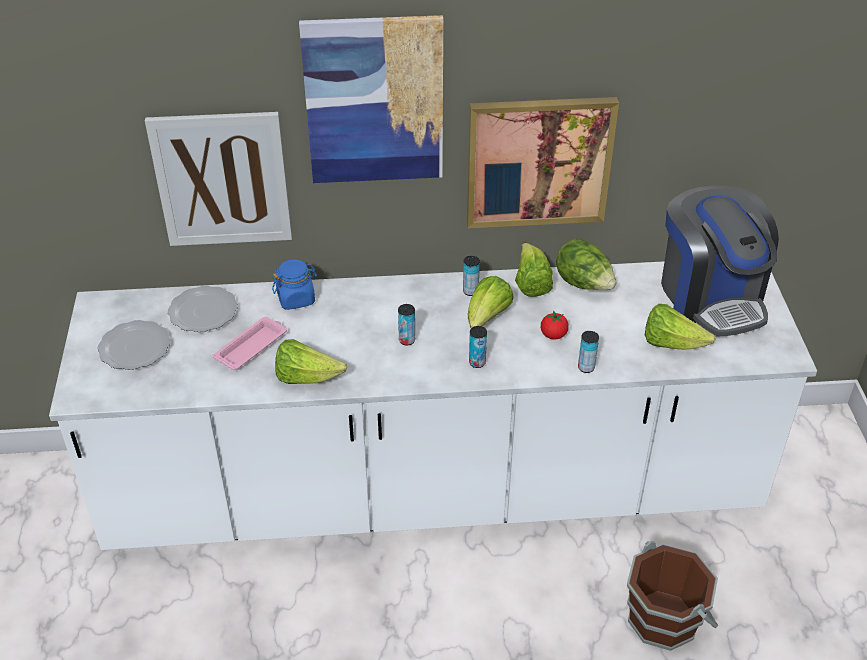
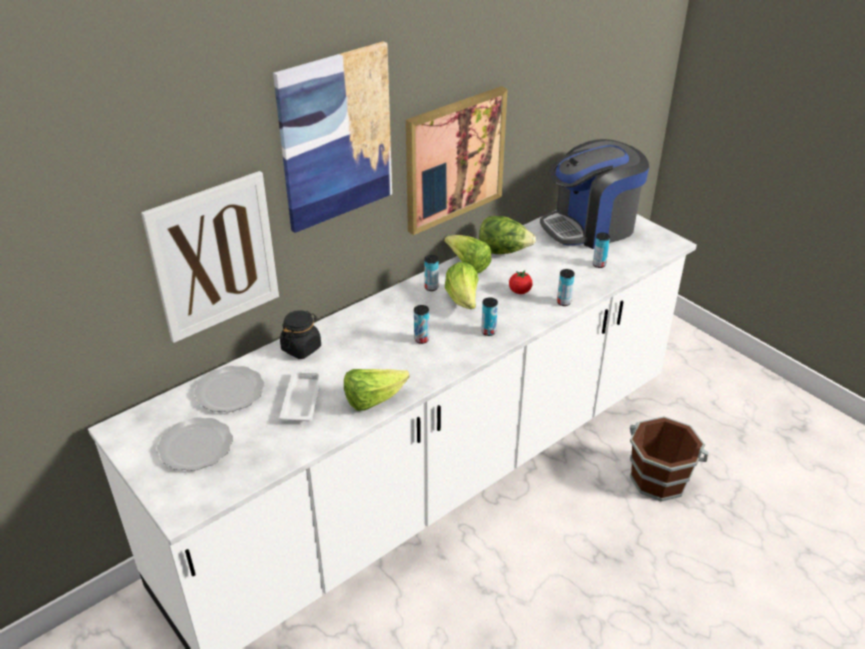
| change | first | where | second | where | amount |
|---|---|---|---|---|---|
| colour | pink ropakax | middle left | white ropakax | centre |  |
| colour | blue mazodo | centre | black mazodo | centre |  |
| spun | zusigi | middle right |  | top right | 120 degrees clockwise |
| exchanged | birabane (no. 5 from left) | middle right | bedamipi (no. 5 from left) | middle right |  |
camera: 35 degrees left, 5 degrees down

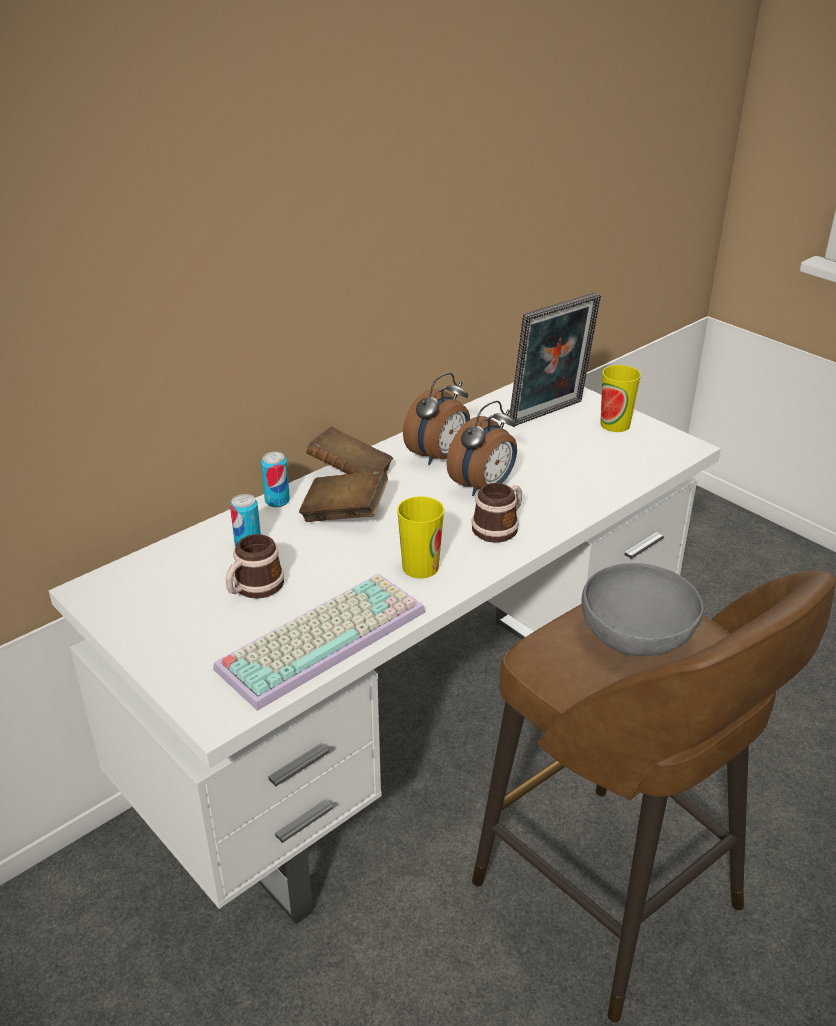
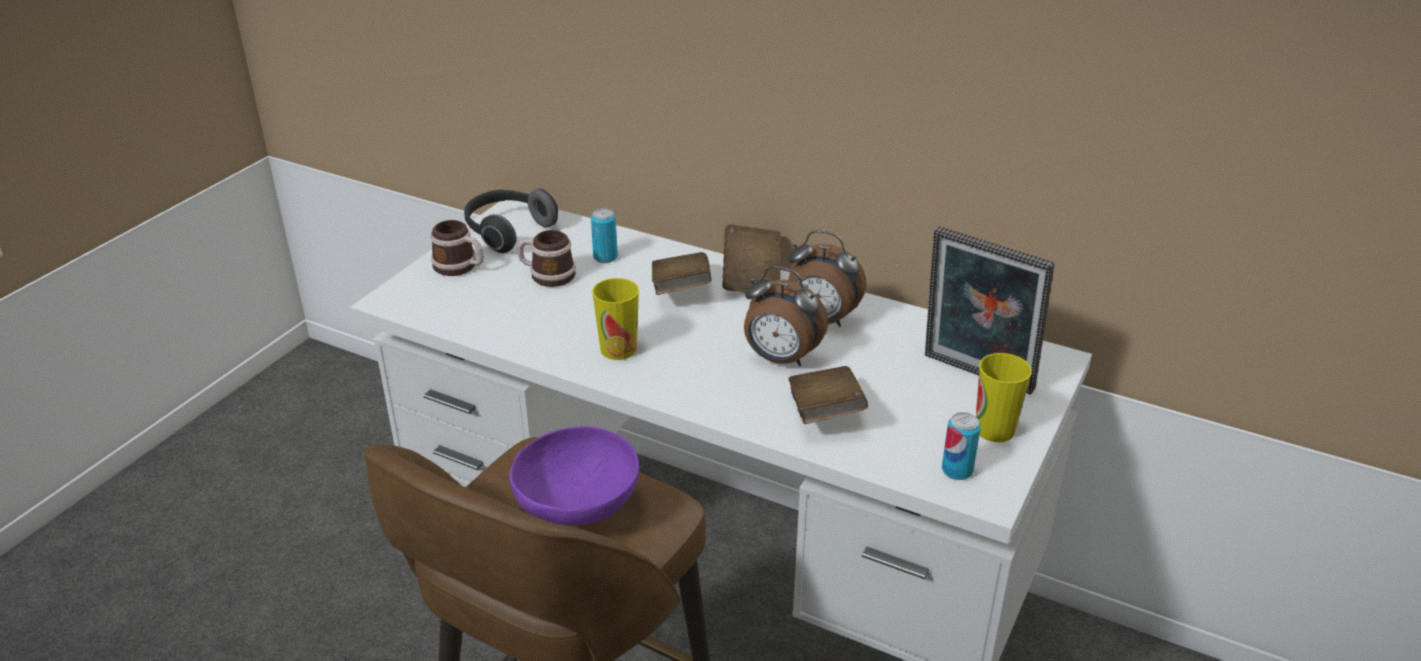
| change | first | where | second | where | amount |
|---|---|---|---|---|---|
| relocated | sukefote (no. 2 from left in the first image) | centre | sukefote (no. 1 from left) | middle left |  |
| appeared |  |  | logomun | centre |  |
| colour | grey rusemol | middle right | purple rusemol | bottom centre |  |
| appeared |  |  | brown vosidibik (no. 3 from left) | centre |  |
| relocated | bedamipi (no. 2 from left) | middle left |  | bottom right |  |
| missing | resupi | centre |  |  |  |
camera: 70 degrees right, 0 degrees up

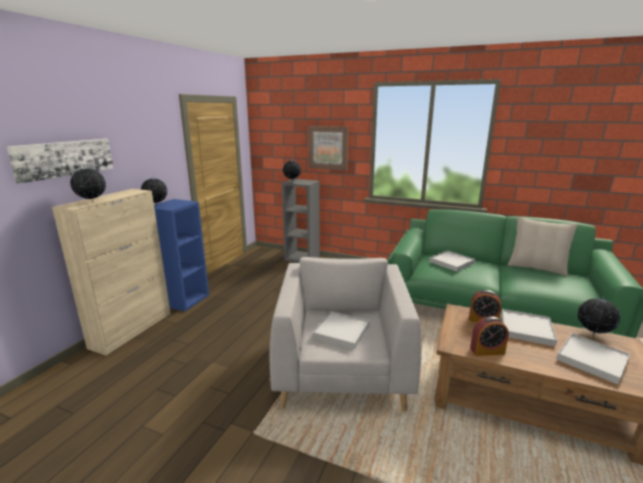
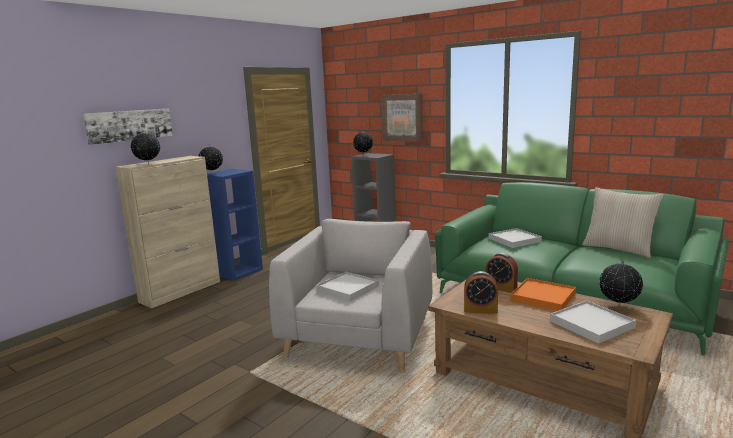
| change | first | where | second | where | amount |
|---|---|---|---|---|---|
| colour | white ropakax (no. 3 from left) | bottom right | orange ropakax | bottom right |  |
camera: 15 degrees right, 5 degrees down

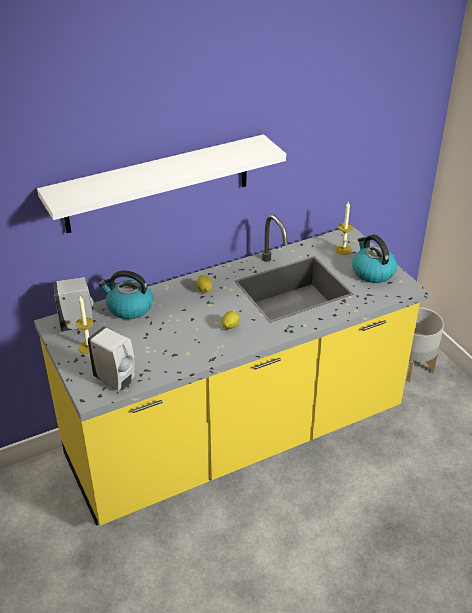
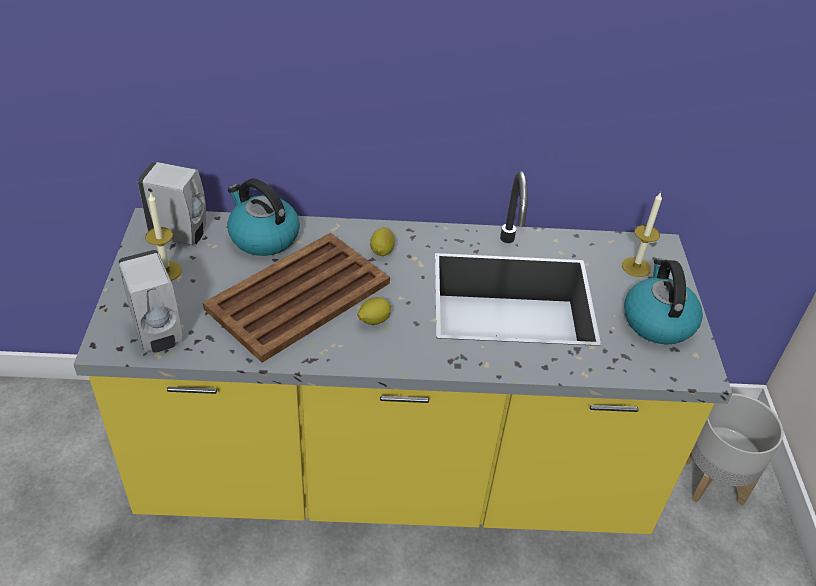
| change | first | where | second | where | amount |
|---|---|---|---|---|---|
| appeared |  |  | brown ropakax | centre |  |
| missing | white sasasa | top centre |  |  |  |
camera: 25 degrees right, 5 degrees up

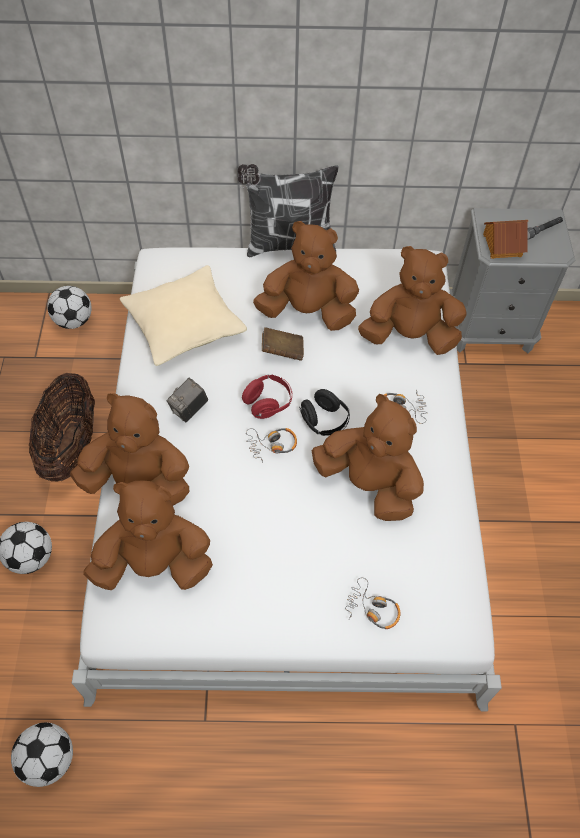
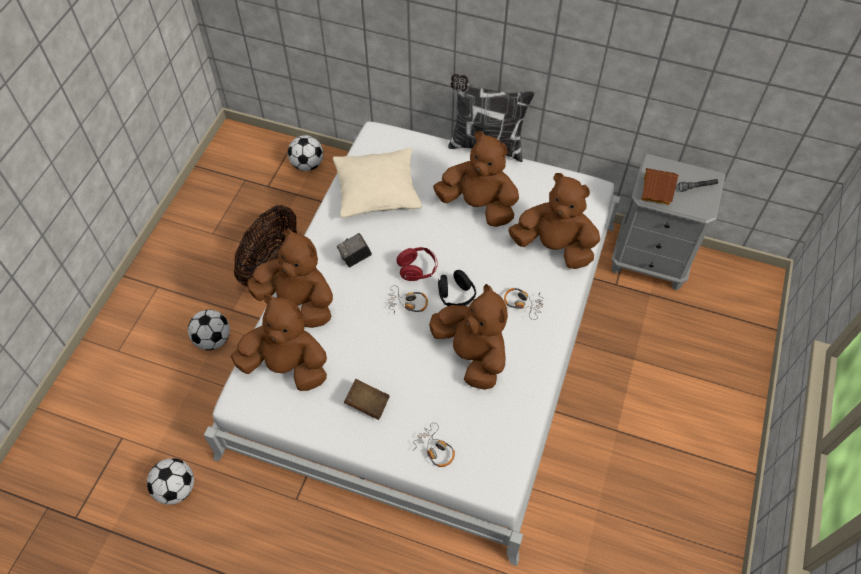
| change | first | where | second | where | amount |
|---|---|---|---|---|---|
| relocated | brown vosidibik | centre |  | bottom centre |  |
camera: 20 degrees right, 0 degrees up

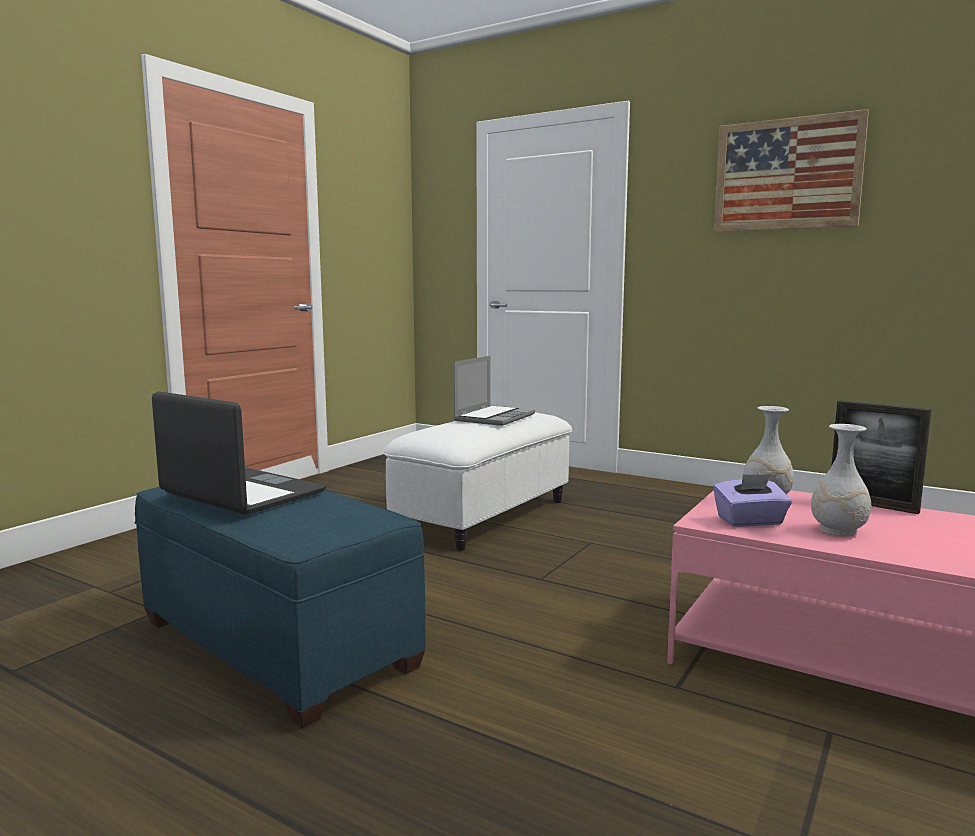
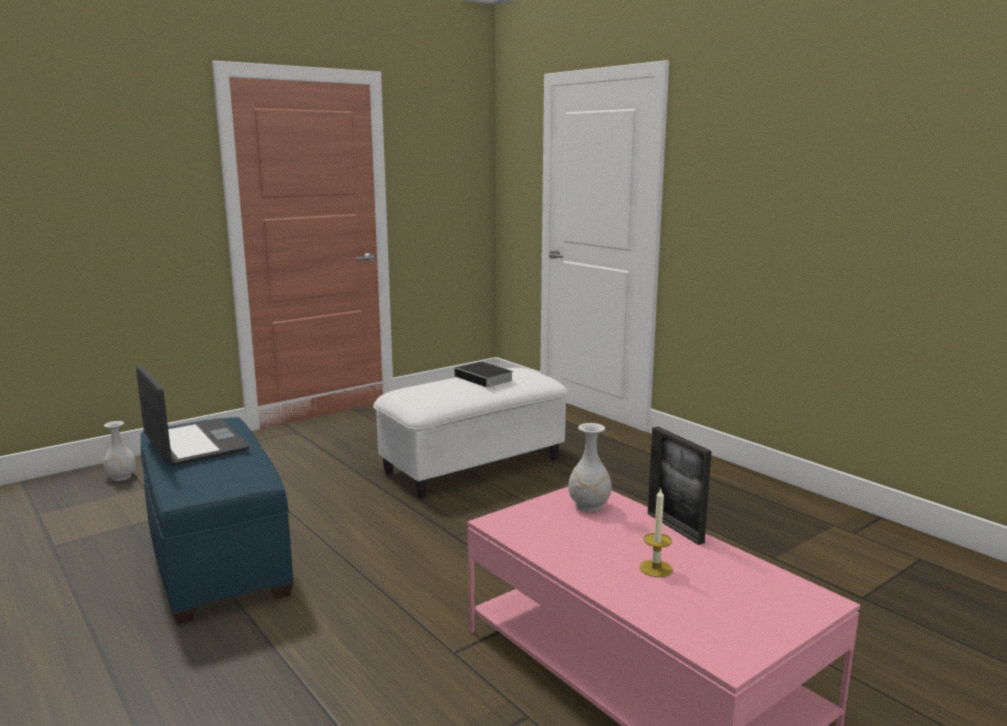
| change | first | where | second | where | amount |
|---|---|---|---|---|---|
| relocated | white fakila (no. 2 from left in the first image) | middle right | white fakila (no. 1 from left) | middle left |  |
| exchanged | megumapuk (no. 2 from left) | centre | vosidibik | centre |  |
| appeared |  |  | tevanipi | bottom centre |  |
| missing | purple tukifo | middle right |  |  |  |
| missing | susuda | top right |  |  |  |
camera: 20 degrees right, 5 degrees up

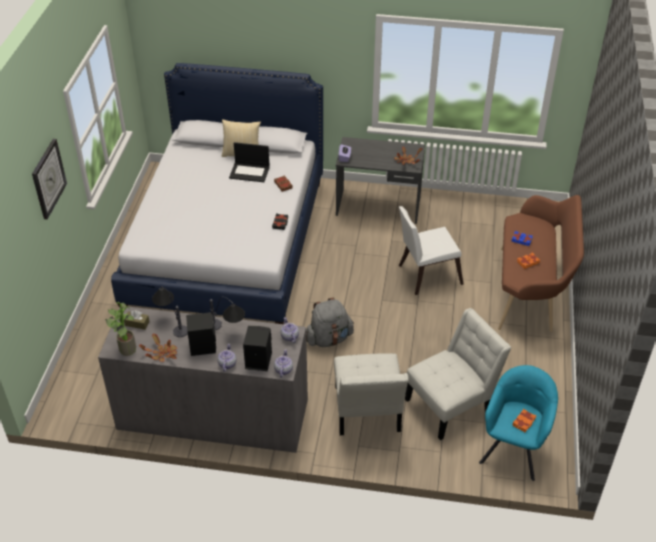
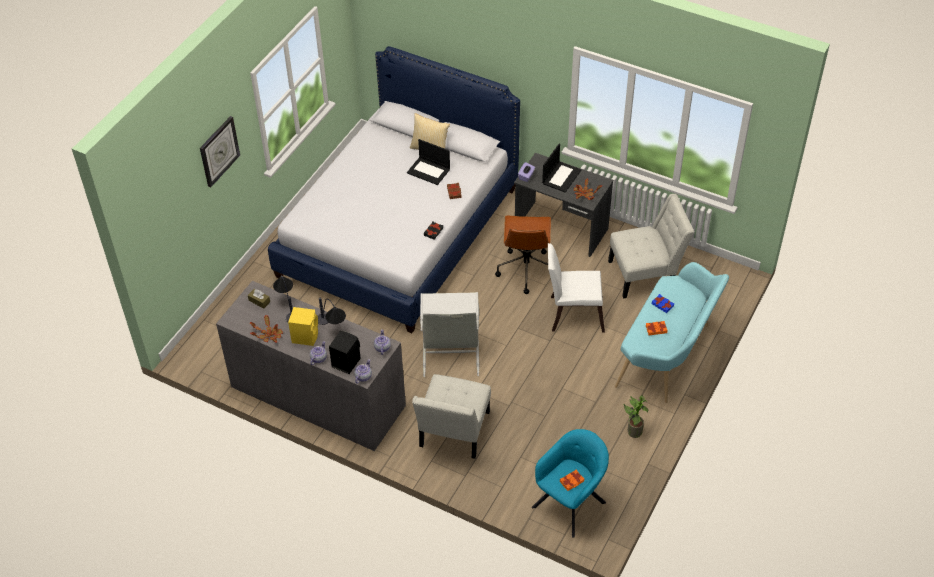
| change | first | where | second | where | amount |
|---|---|---|---|---|---|
| colour | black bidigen (no. 1 from left) | middle left | yellow bidigen | middle left |  |
| exchanged | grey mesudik | centre | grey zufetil | centre |  |
| appeared |  |  | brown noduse | centre |  |
| appeared |  |  | megumapuk (no. 2 from left) | top centre |  |
| relocated | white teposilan (no. 3 from left) | bottom right |  | middle right |  |
| colour | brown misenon | middle right | turquoise misenon | middle right |  |
| relocated | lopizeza (no. 1 from left in the first image) | middle left | lopizeza (no. 3 from left) | bottom right |  |
camera: 20 degrees right, 5 degrees up

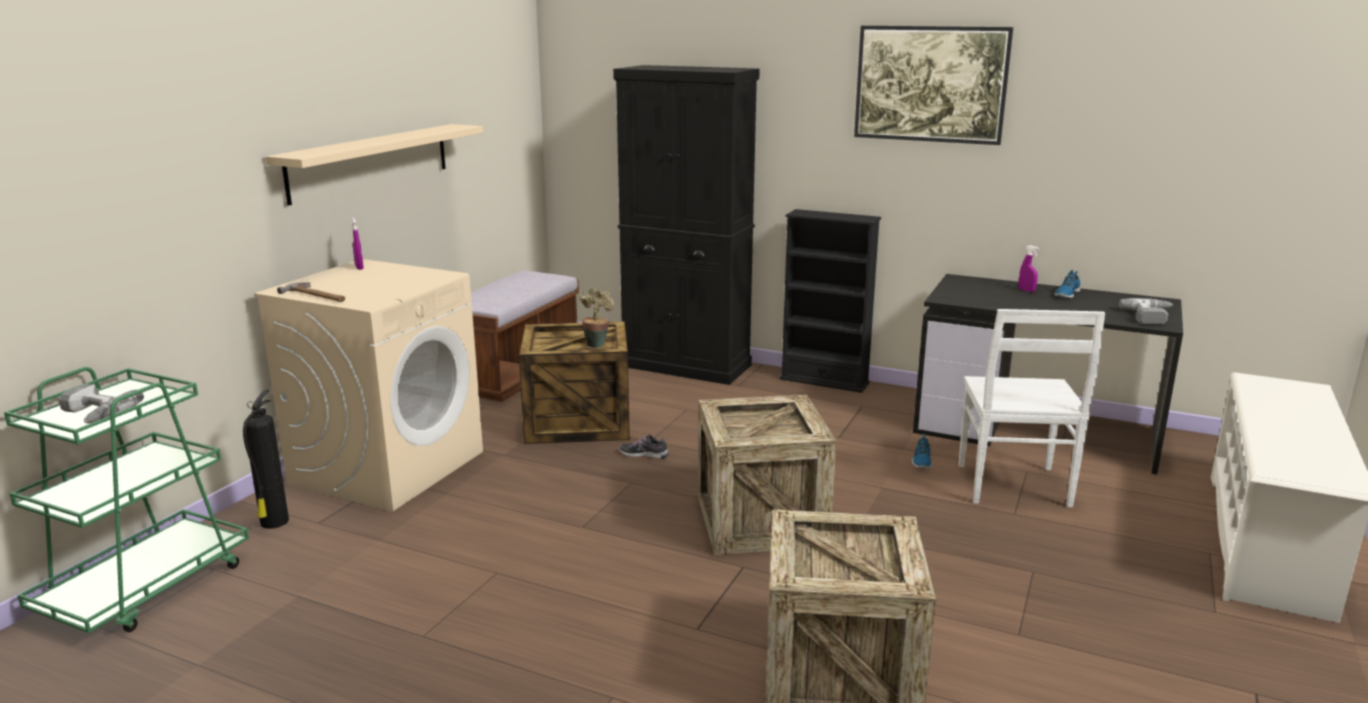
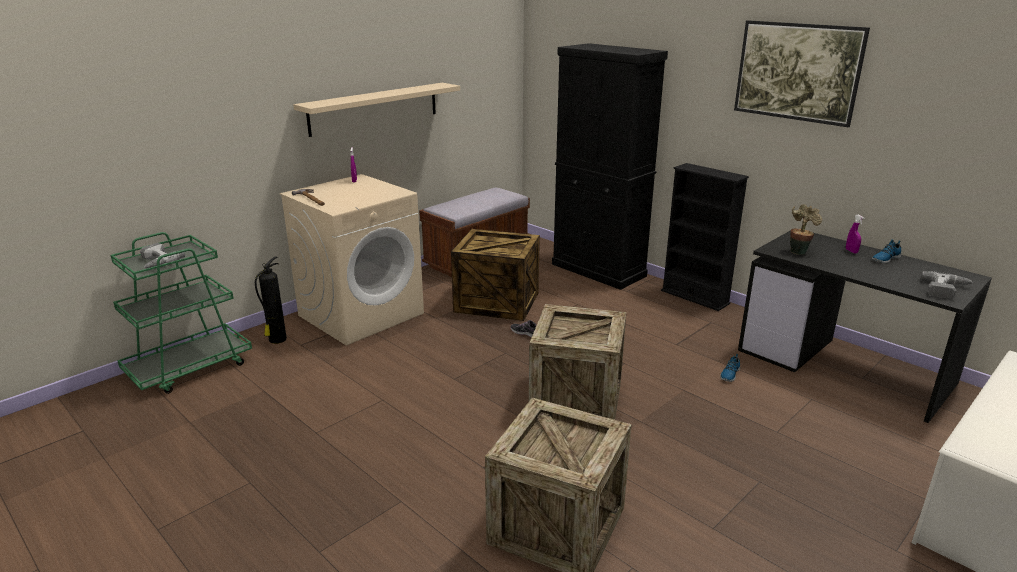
| change | first | where | second | where | amount |
|---|---|---|---|---|---|
| relocated | lopizeza | centre |  | middle right |  |
| missing | white teposilan | middle right |  |  |  |
camera: 20 degrees right, 5 degrees up

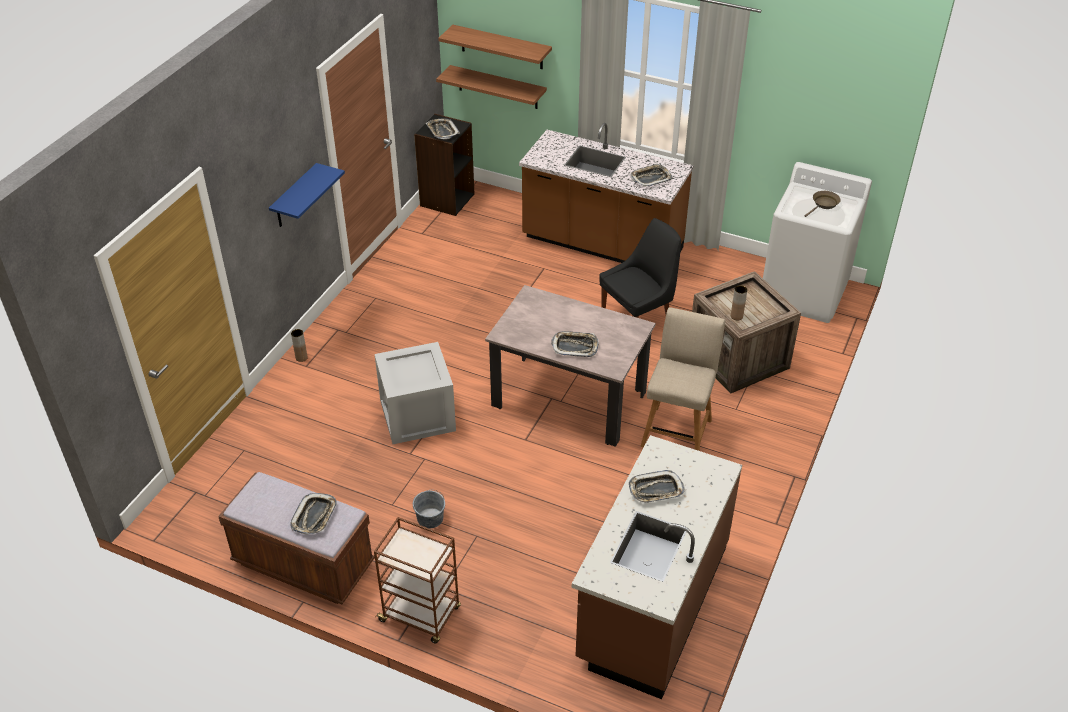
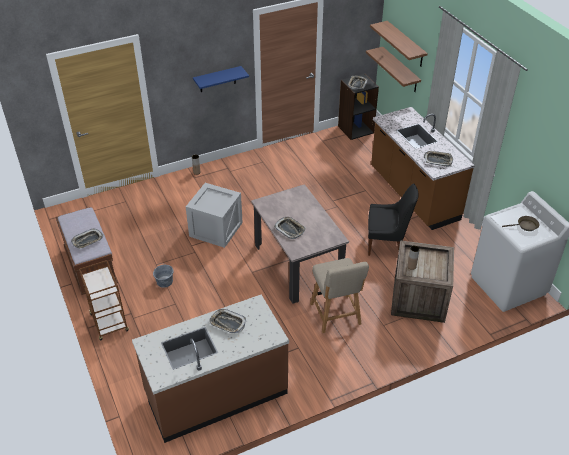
| change | first | where | second | where | amount |
|---|---|---|---|---|---|
| spun | beige teposilan | centre |  | centre | 105 degrees clockwise |
camera: 40 degrees right, 0 degrees up

